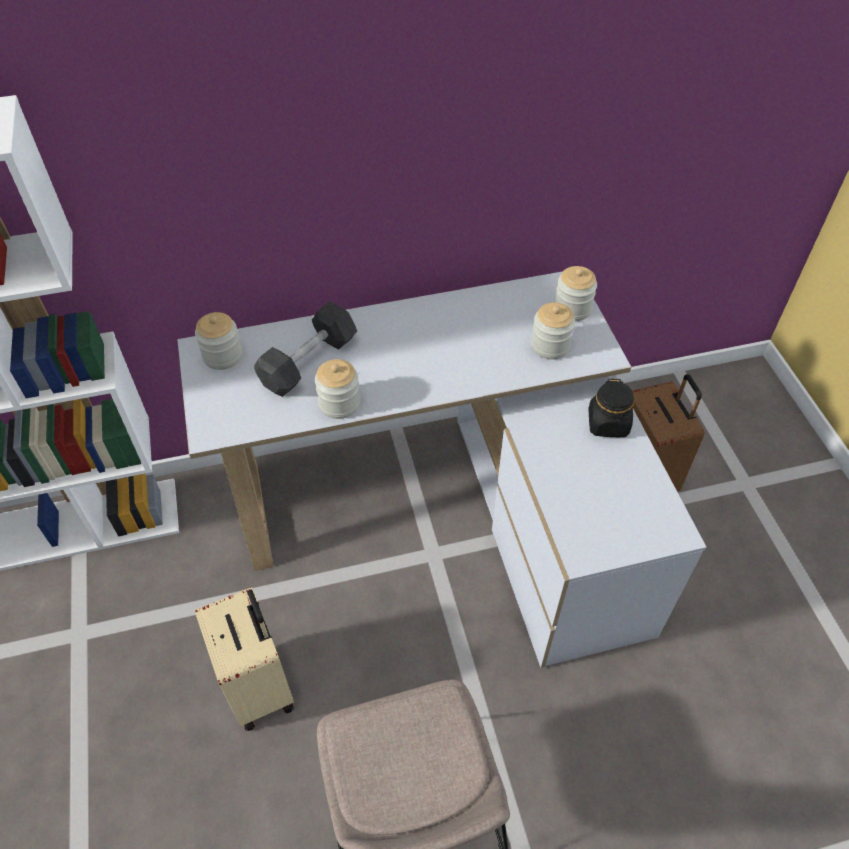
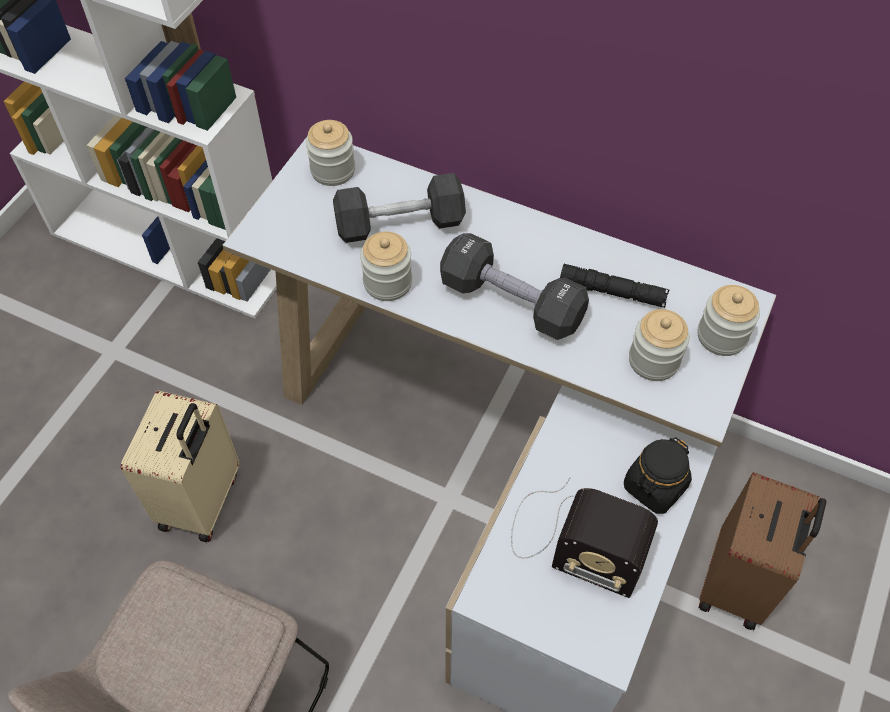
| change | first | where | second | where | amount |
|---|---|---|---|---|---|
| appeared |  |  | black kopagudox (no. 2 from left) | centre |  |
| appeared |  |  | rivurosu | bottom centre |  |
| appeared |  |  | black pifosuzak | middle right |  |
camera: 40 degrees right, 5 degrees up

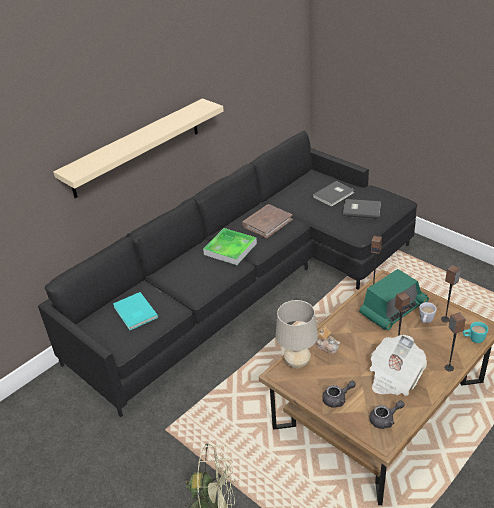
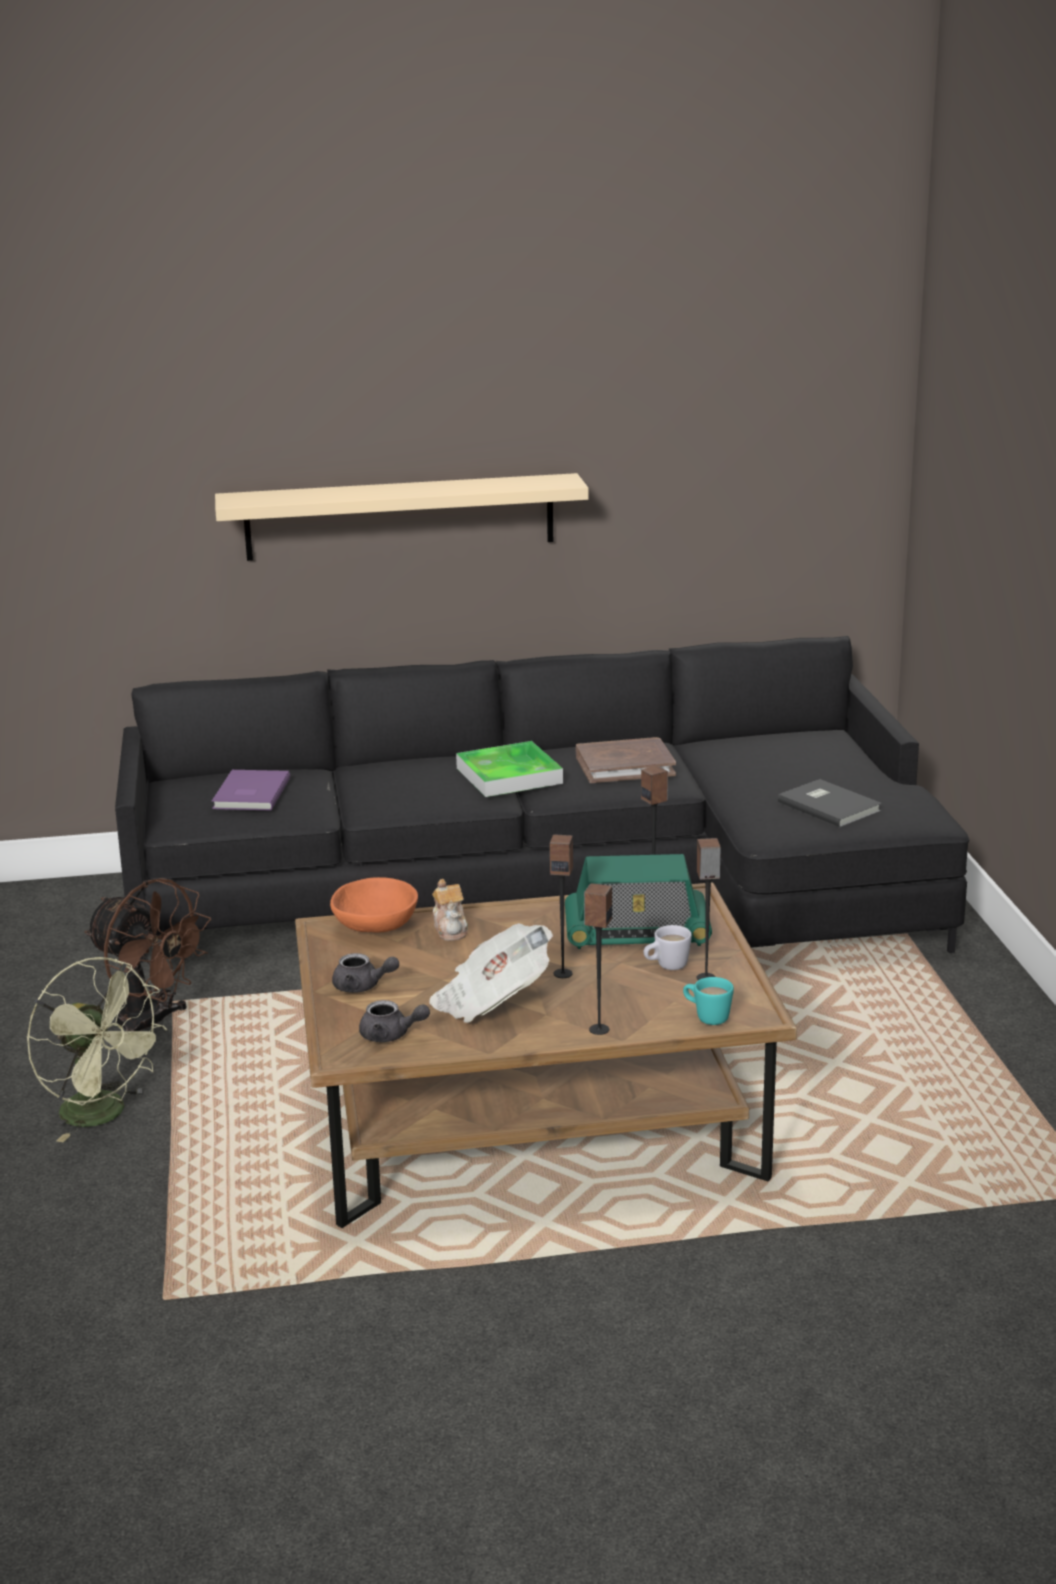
| change | first | where | second | where | amount |
|---|---|---|---|---|---|
| appeared |  |  | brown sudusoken | middle left |  |
| colour | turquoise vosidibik | middle left | purple vosidibik | middle left |  |
| exchanged | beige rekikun | centre | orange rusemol | centre |  |
| missing | grey vosidibik (no. 1 from left) | middle right |  |  |  |
camera: 35 degrees right, 15 degrees down

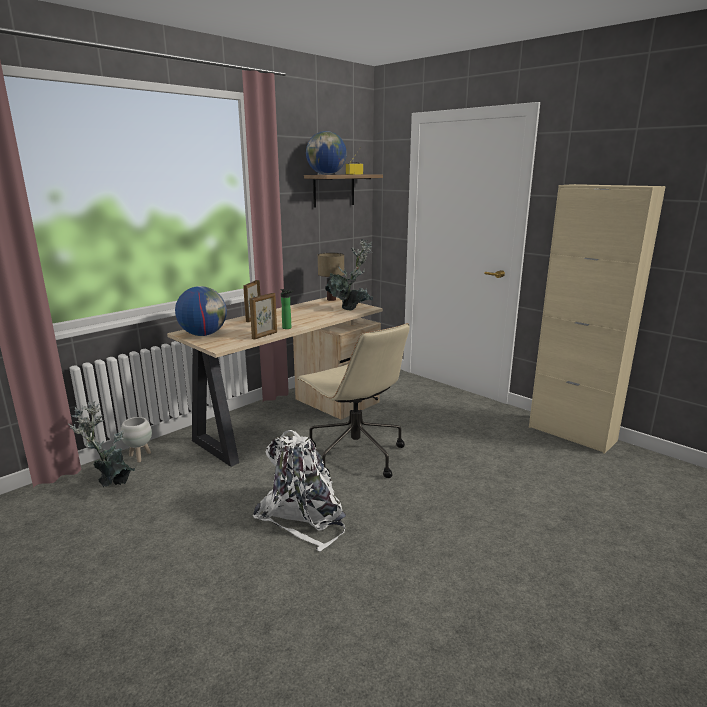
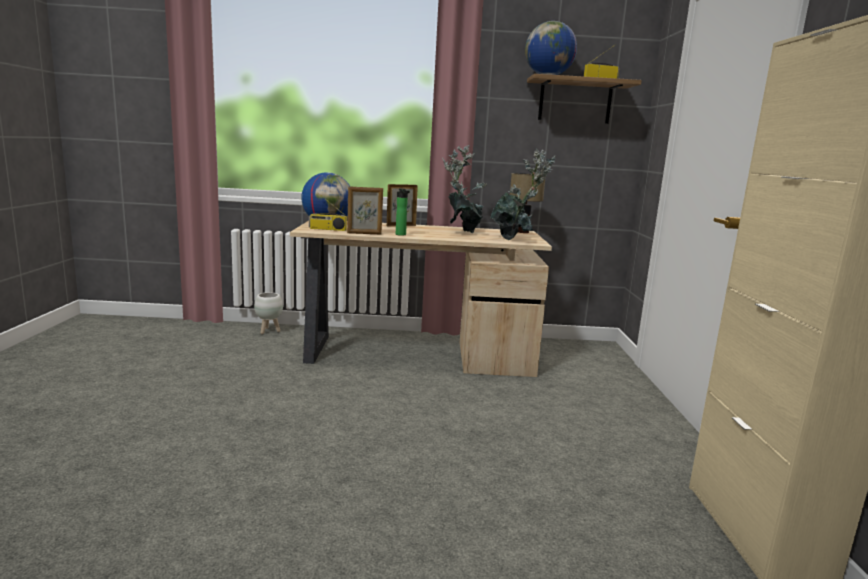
| change | first | where | second | where | amount |
|---|---|---|---|---|---|
| appeared |  |  | rivurosu (no. 1 from left) | centre |  |
| relocated | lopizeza (no. 1 from left) | middle left |  | top centre |  |
| missing | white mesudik | bottom centre |  |  |  |
| missing | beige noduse | centre |  |  |  |
camera: 45 degrees right, 5 degrees down

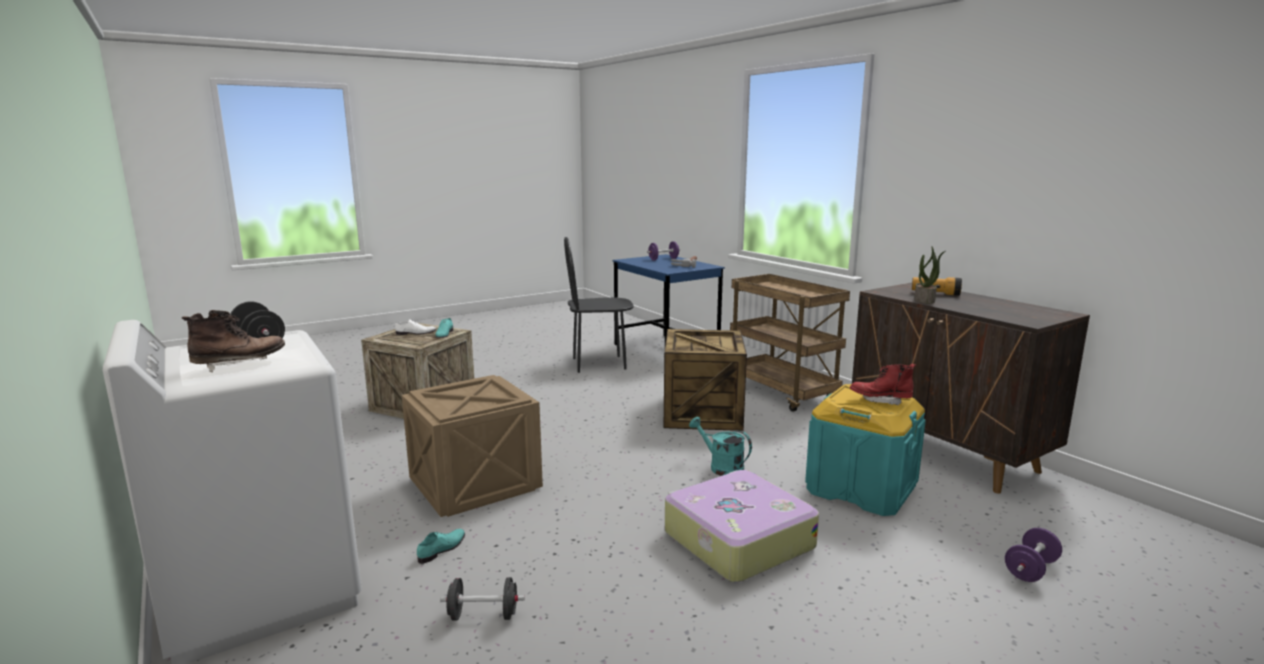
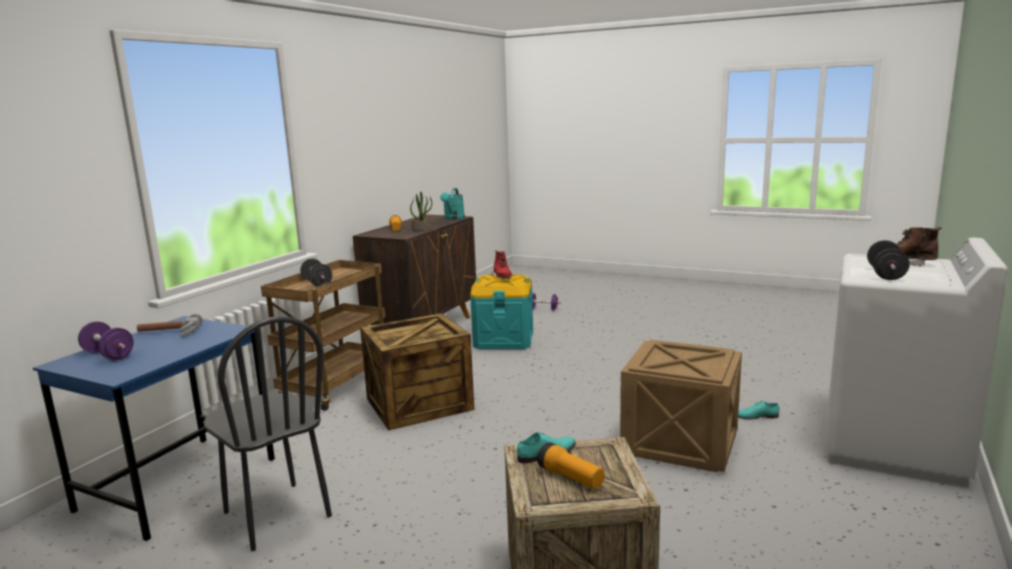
| change | first | where | second | where | amount |
|---|---|---|---|---|---|
| relocated | black kopagudox (no. 2 from left in the first image) | bottom centre | black kopagudox (no. 1 from left) | middle left |  |
| relocated | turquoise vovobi | bottom centre |  | centre |  |
| exchanged | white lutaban | middle left | pifosuzak (no. 2 from left) | bottom centre |  |
| missing | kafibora | bottom centre |  |  |  |
camera: 120 degrees left, 0 degrees up

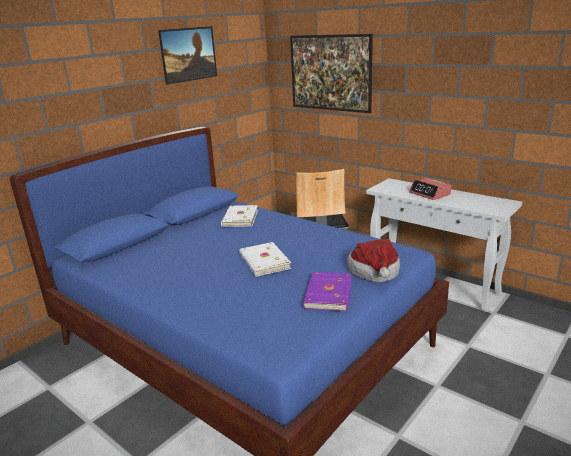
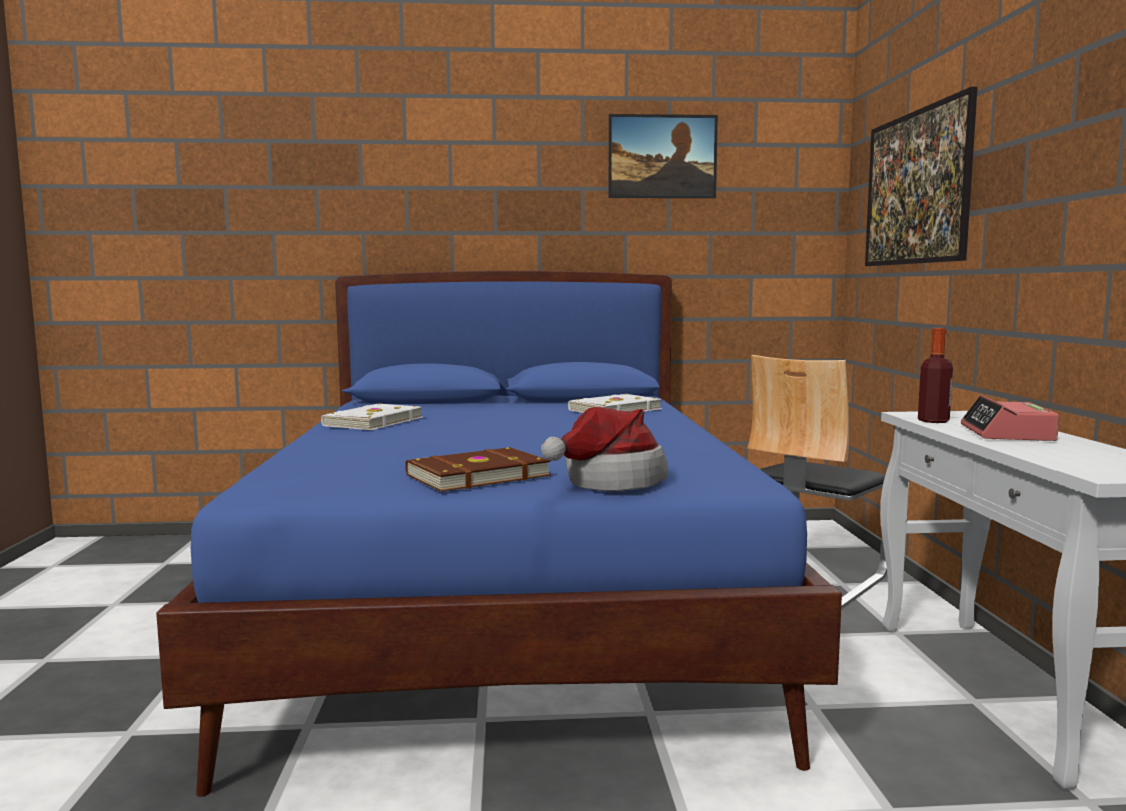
| change | first | where | second | where | amount |
|---|---|---|---|---|---|
| relocated | white vosidibik (no. 2 from left in the first image) | centre | white vosidibik (no. 1 from left) | middle left |  |
| colour | purple vosidibik | centre | brown vosidibik | centre |  |
| appeared |  |  | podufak | middle right |  |
camera: 45 degrees right, 15 degrees down

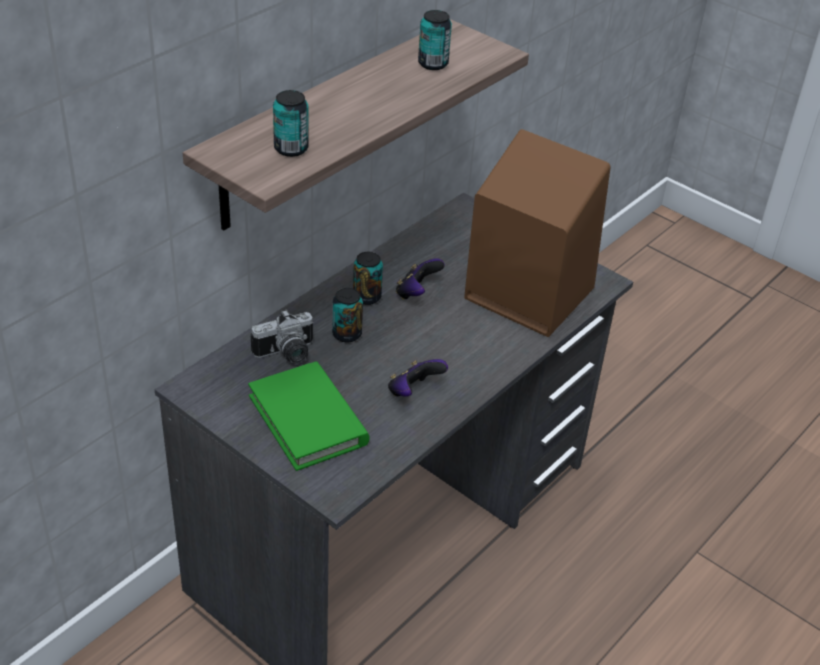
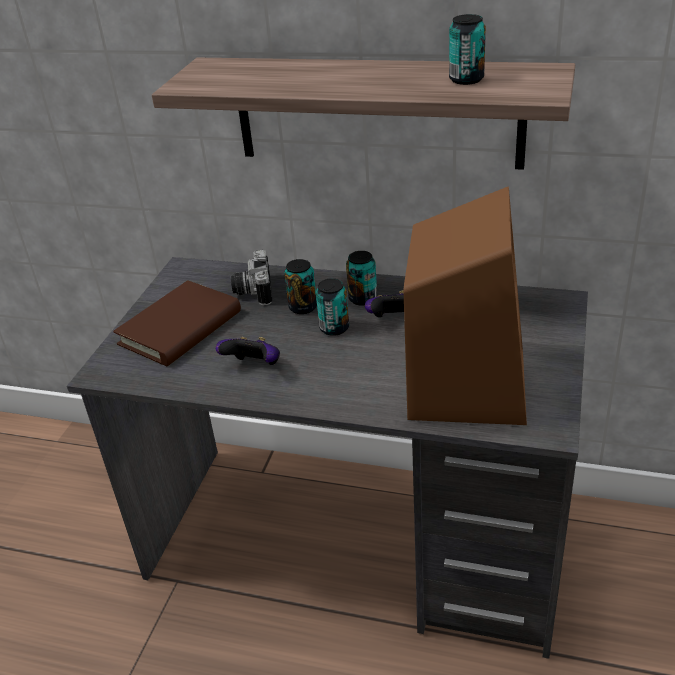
| change | first | where | second | where | amount |
|---|---|---|---|---|---|
| colour | green vosidibik | centre | brown vosidibik | middle left |  |
| spun | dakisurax | centre |  | centre | 45 degrees clockwise |
| relocated | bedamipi (no. 1 from left in the first image) | top centre | bedamipi (no. 2 from left) | centre |  |
camera: 70 degrees right, 5 degrees down

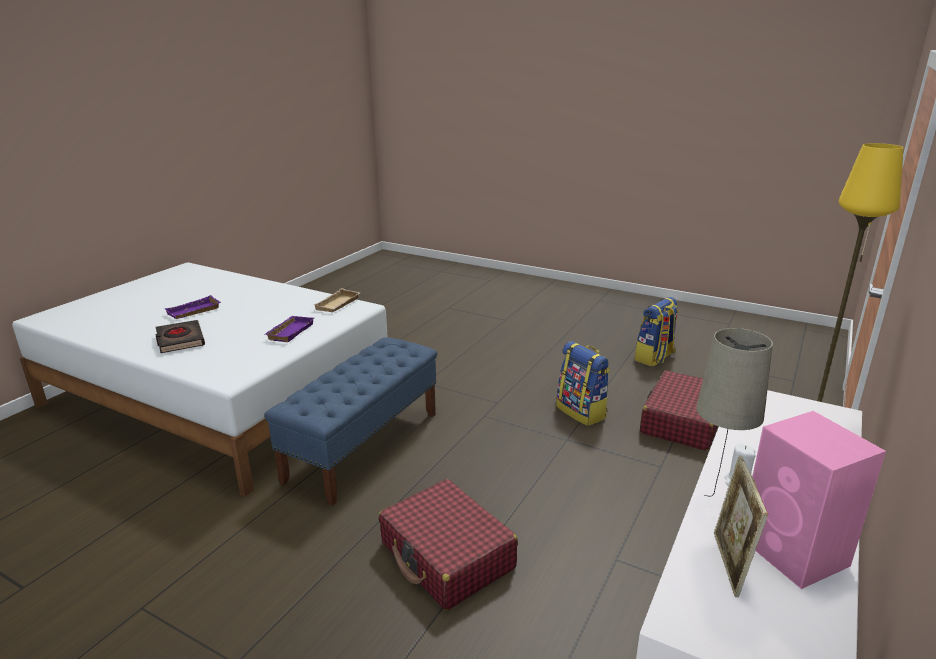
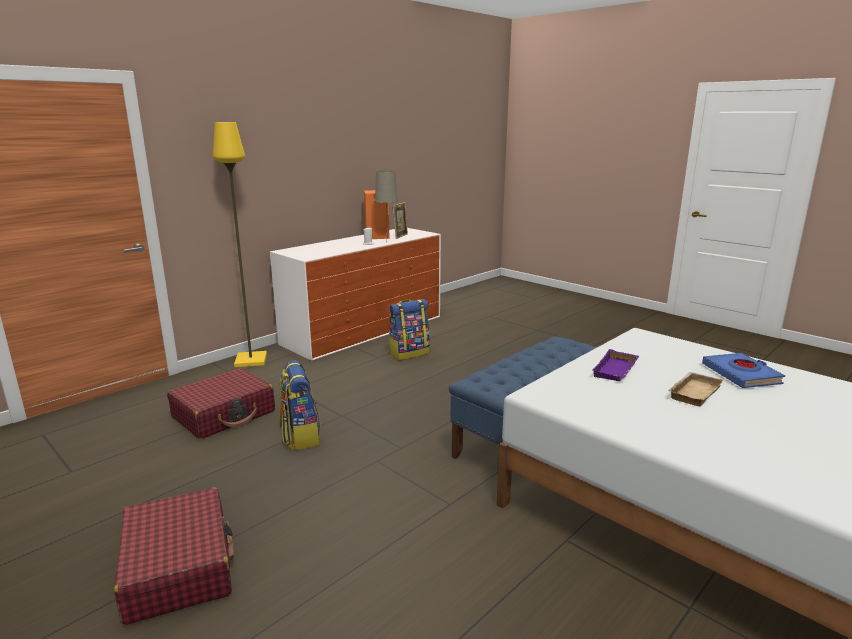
| change | first | where | second | where | amount |
|---|---|---|---|---|---|
| relocated | red kafibora (no. 1 from left) | bottom centre |  | bottom left |  |
| colour | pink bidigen | bottom right | orange bidigen | centre |  |
| relocated | mesudik (no. 2 from left) | middle right |  | centre |  |
| relocated | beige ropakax | centre |  | middle right |  |
| colour | black vosidibik | middle left | blue vosidibik | middle right |  |
| missing | purple ropakax (no. 1 from left) | middle left |  |  |  |
camera: 165 degrees left, 5 degrees down

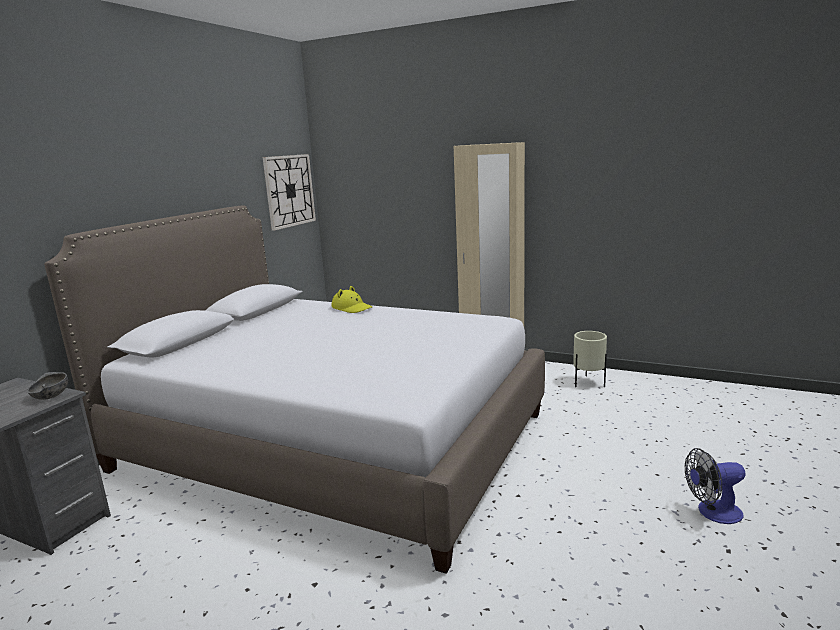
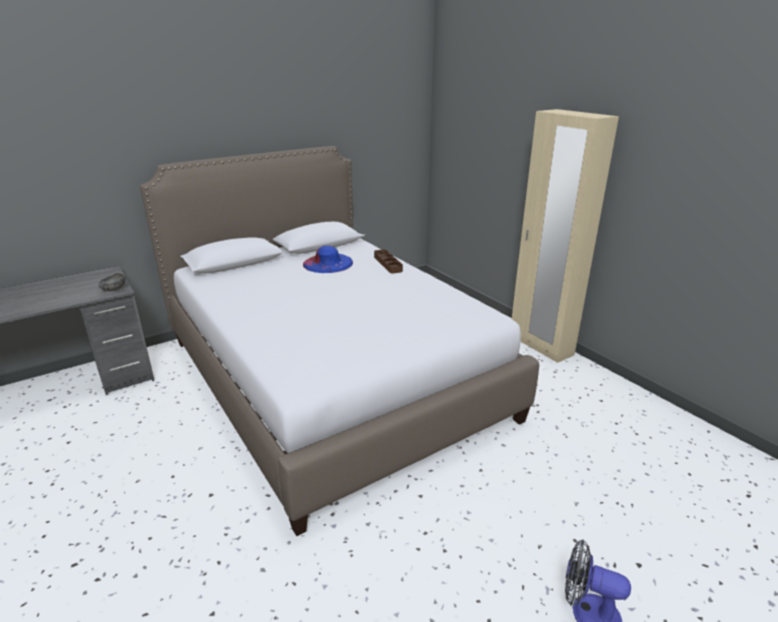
| change | first | where | second | where | amount |
|---|---|---|---|---|---|
| appeared |  |  | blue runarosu | centre |  |
| exchanged | yellow runarosu | centre | brown ropakax | centre |  |
| missing | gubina | top centre |  |  |  |
| missing | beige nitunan | middle right |  |  |  |
camera: 30 degrees right, 10 degrees up

